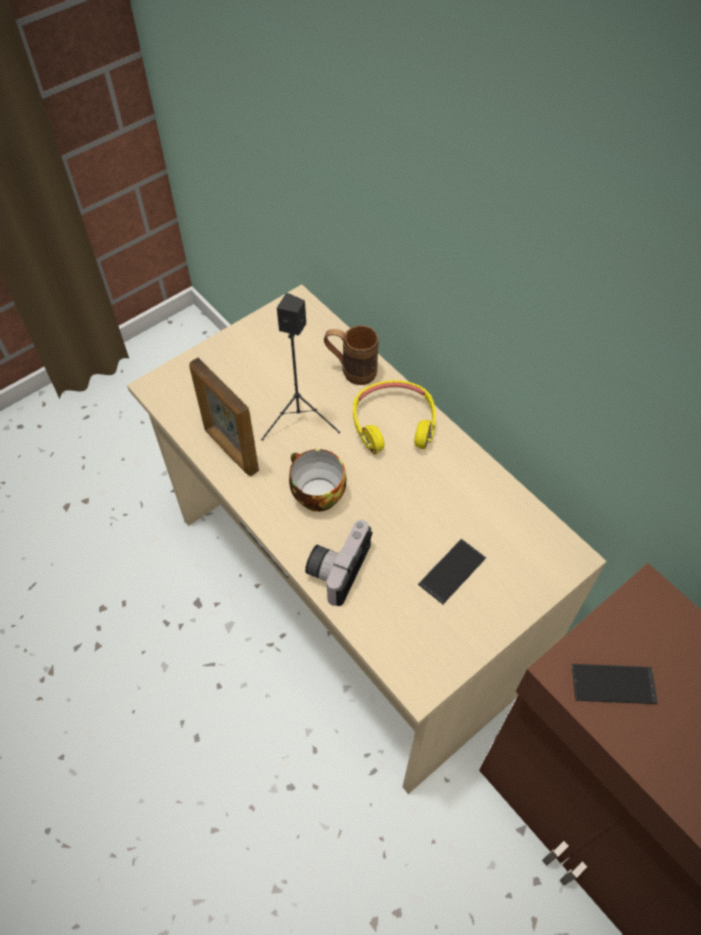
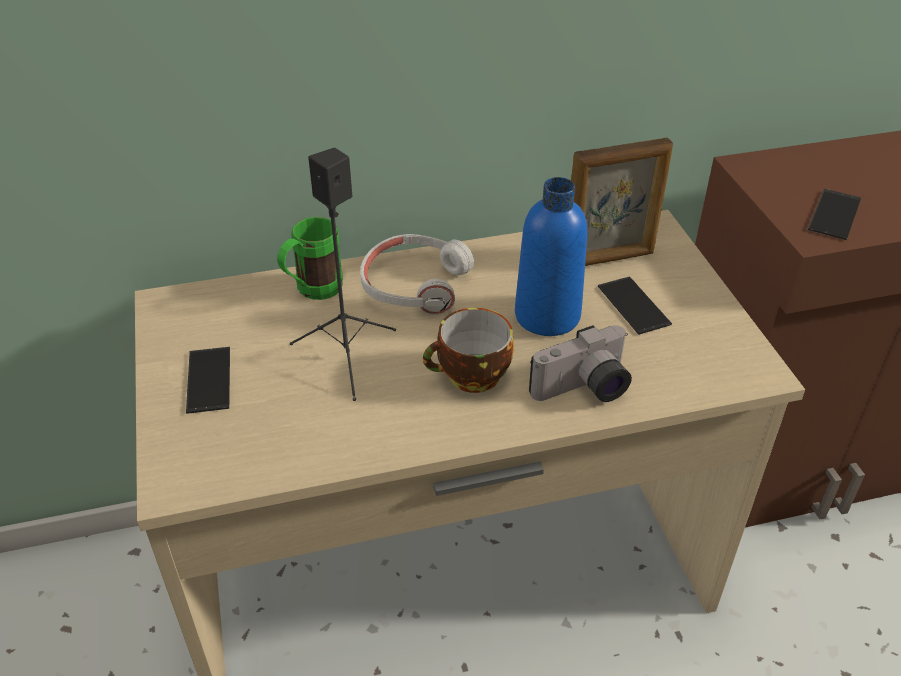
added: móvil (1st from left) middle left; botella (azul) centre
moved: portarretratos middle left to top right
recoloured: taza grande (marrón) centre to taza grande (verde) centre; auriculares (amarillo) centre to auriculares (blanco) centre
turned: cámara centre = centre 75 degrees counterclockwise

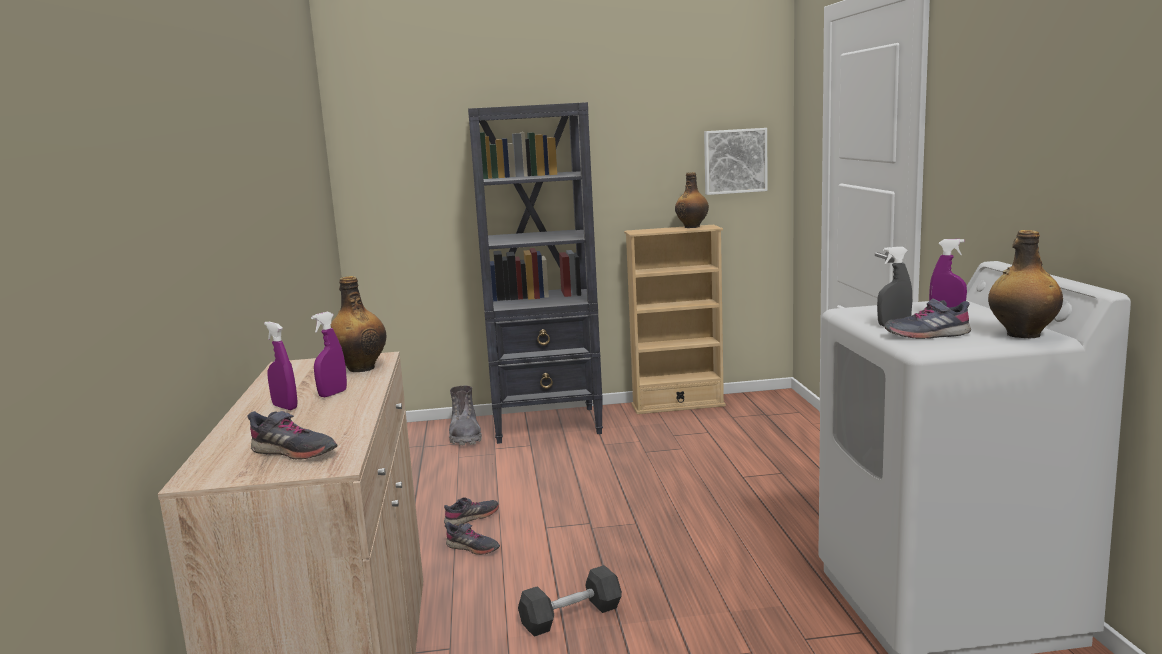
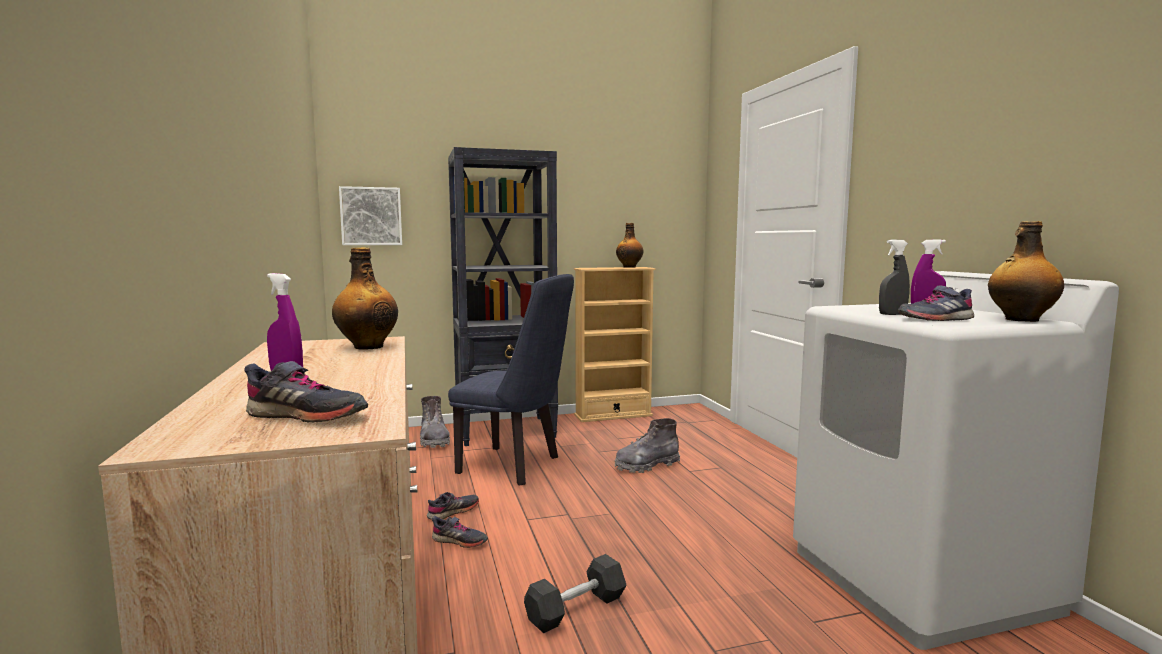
removed: pulverizador (morado) (2nd from left) middle left
added: silla (azul) centre; bota (gris) (2nd from left) bottom centre
moved: cuadro top centre to top left

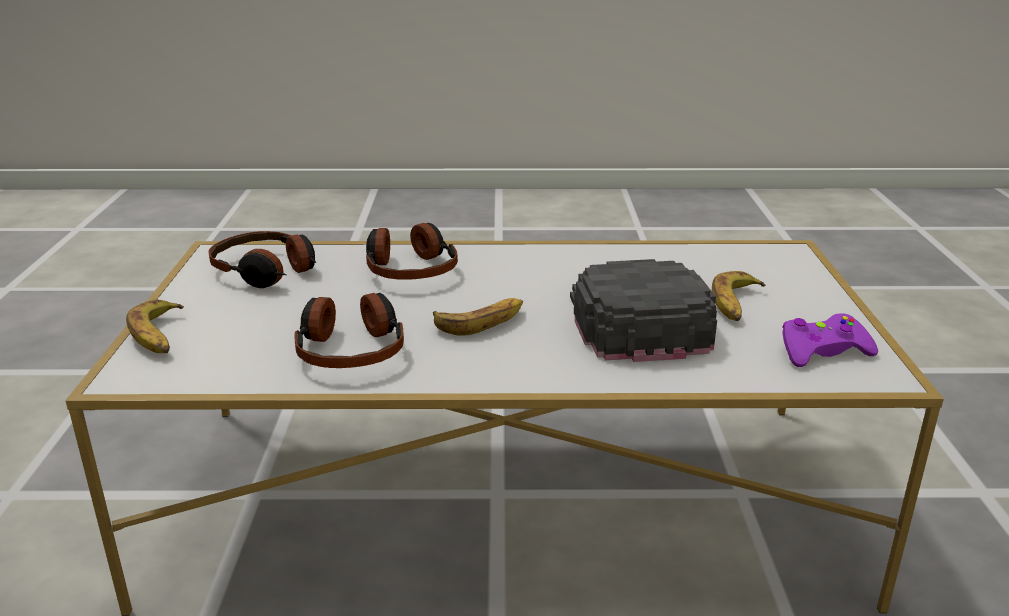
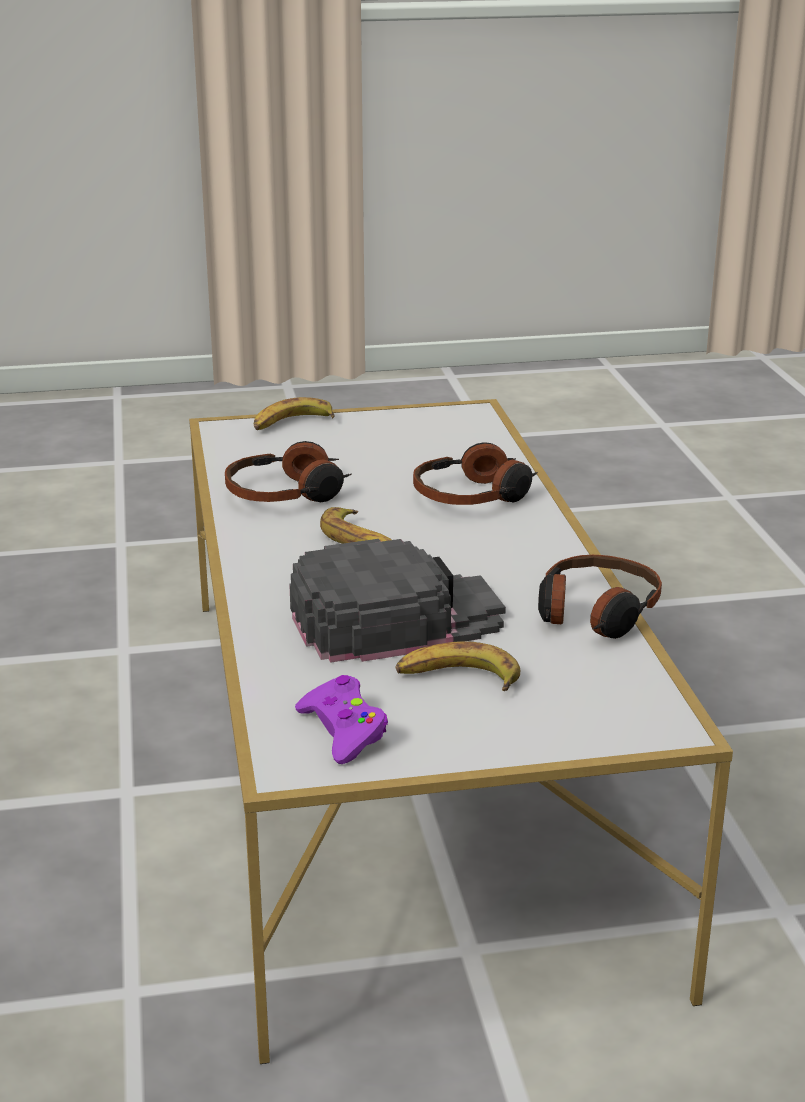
moved: auriculares (1st from left in the first image) middle left to auriculares (3rd from left) middle right

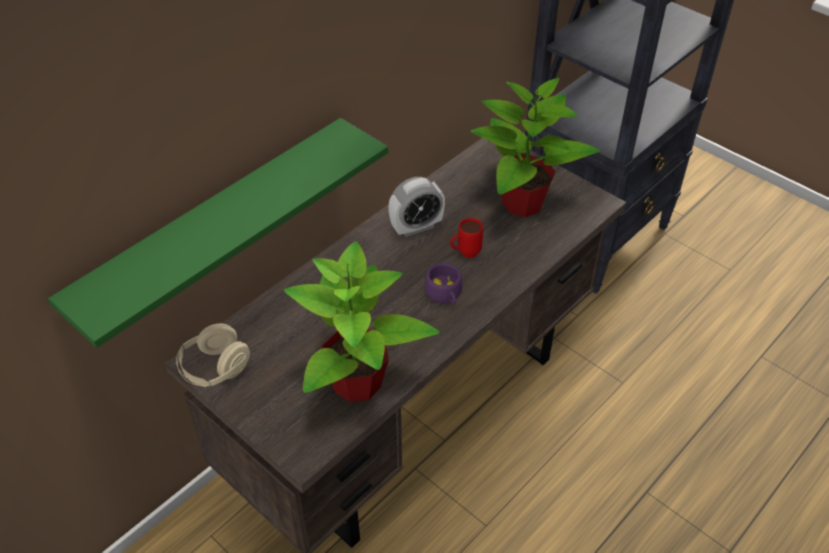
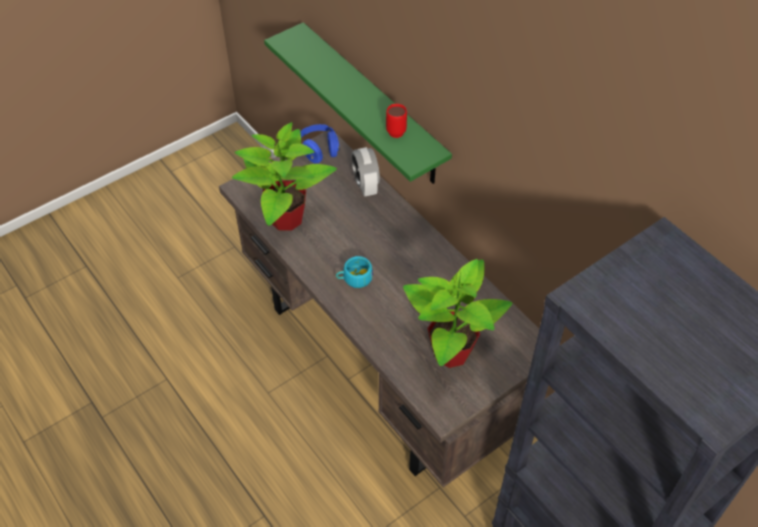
moved: despertador centre to top centre; taza grande (rojo) centre to top centre
recoloured: auriculares (beis) middle left to auriculares (azul) top centre; taza (morado) centre to taza (turquesa) centre

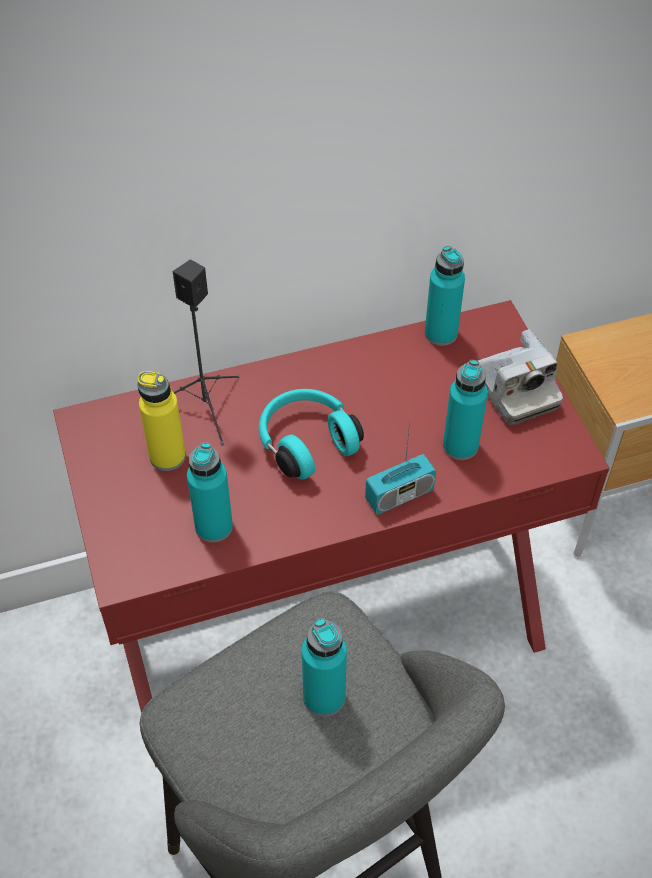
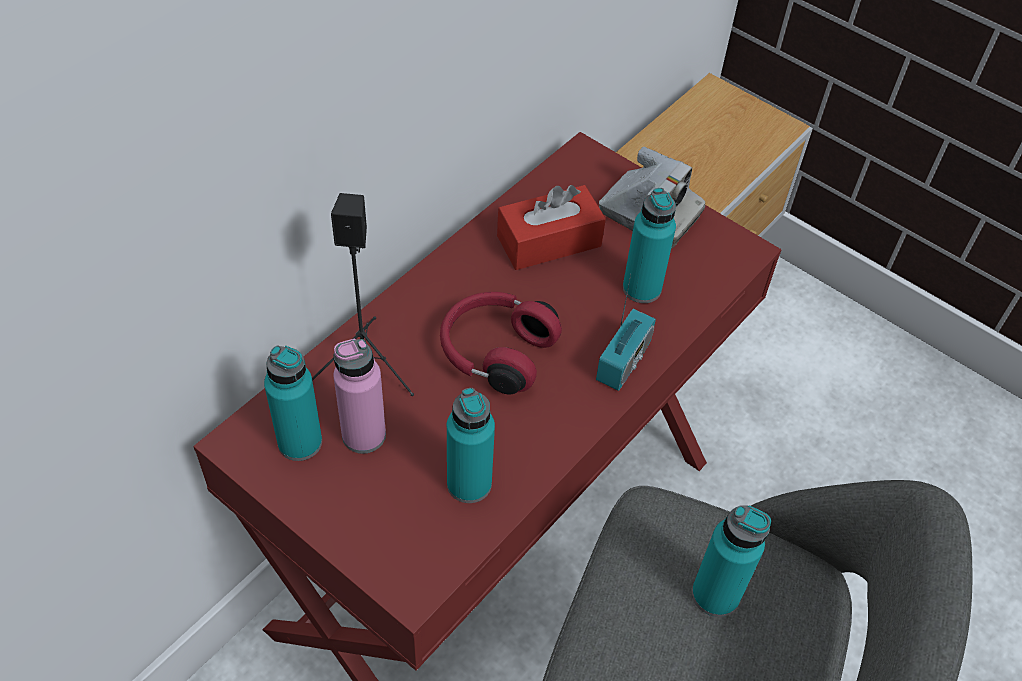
added: caja de pañuelos (rojo) centre
moved: botella (turquesa) (3rd from left in the first image) middle right to botella (turquesa) (1st from left) middle left
recoloured: botella (amarillo) middle left to botella (rosa) centre; auriculares (turquesa) centre to auriculares (rojo) centre

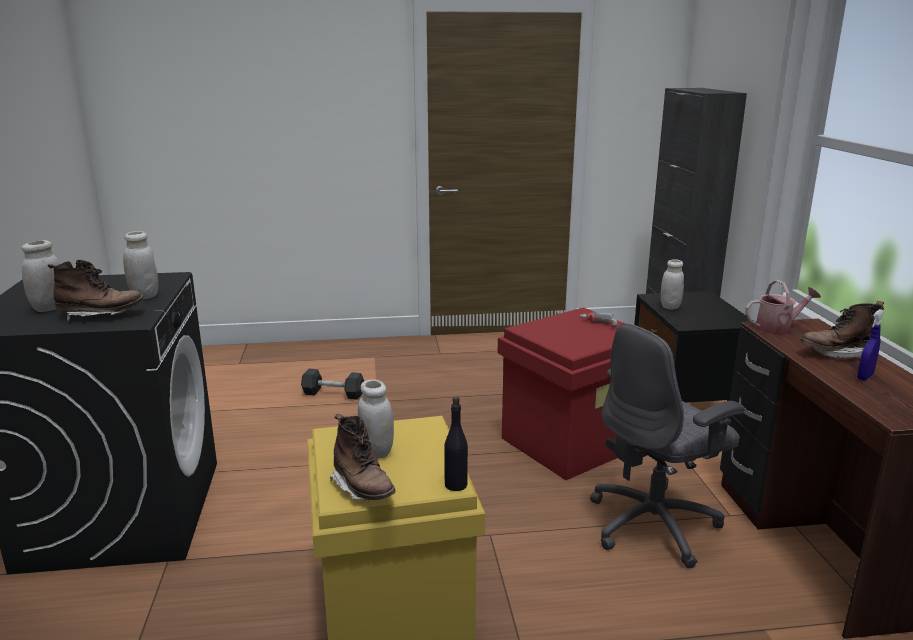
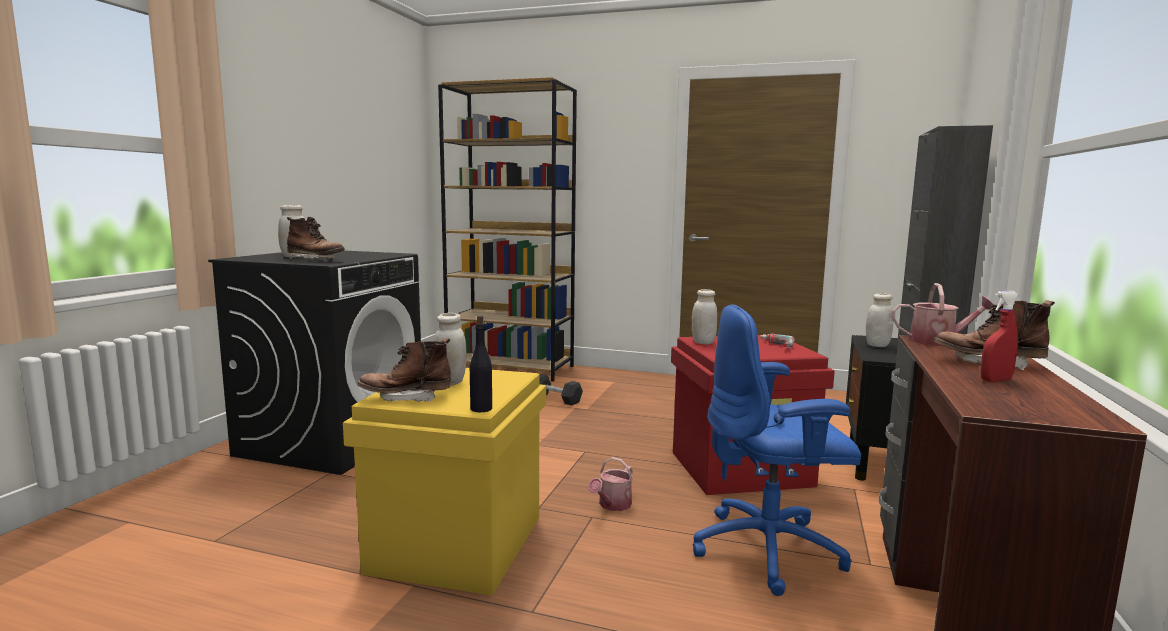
added: estantería (marrón) centre; regadera (1st from left) bottom centre
moved: tarro (blanco) (2nd from left in the first image) middle left to tarro (blanco) (3rd from left) centre
recoloured: silla de oficina (gris) bottom right to silla de oficina (azul) bottom centre; pulverizador (azul) middle right to pulverizador (rojo) middle right
turned: bota (marrón) (2nd from left) bottom centre = centre 90 degrees clockwise

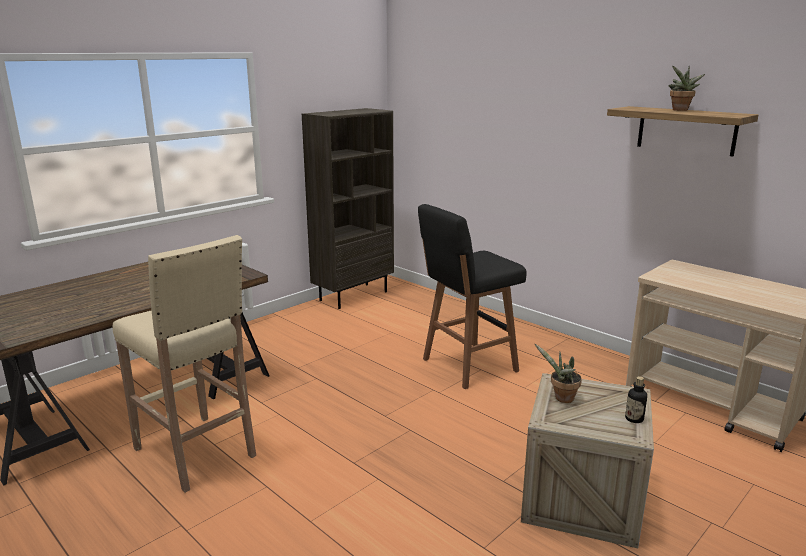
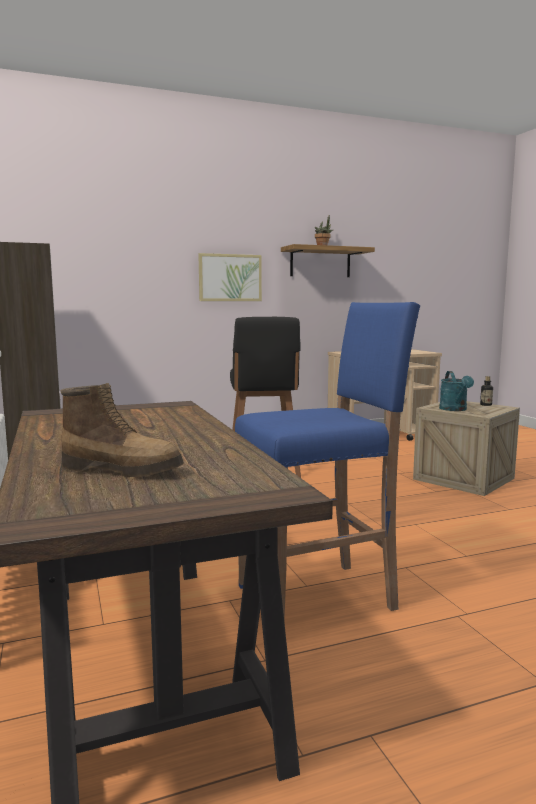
added: bota middle left; cuadro centre
replaced: planta en maceta (1st from left) bottom right to regadera (turquesa) middle right
recoloured: taburete (beis) middle left to taburete (azul) centre

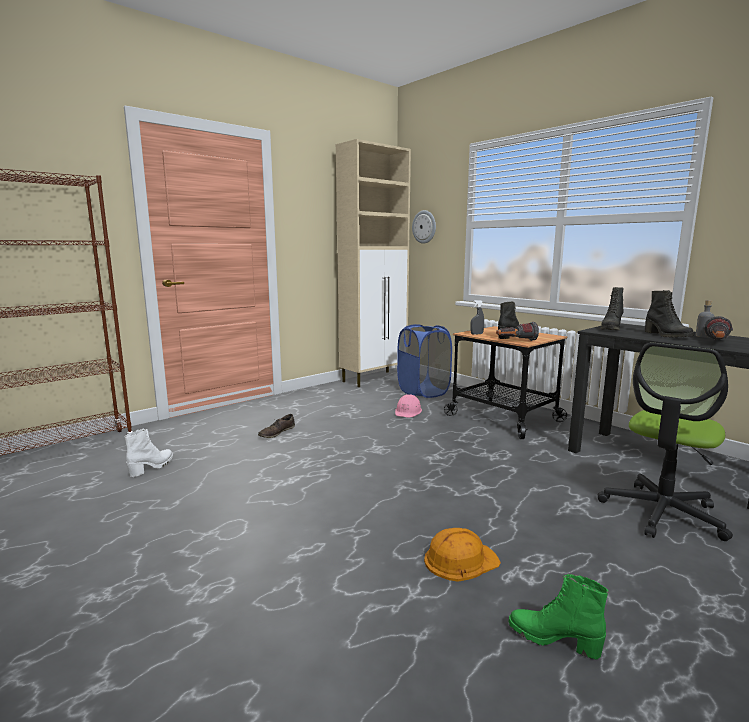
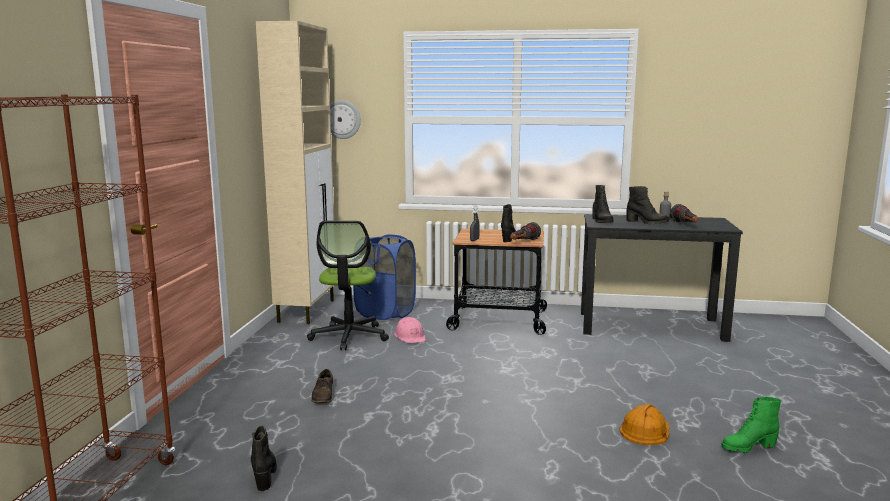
moved: silla de oficina middle right to centre
recoloured: bota (blanco) middle left to bota (negro) (1st from left) bottom left

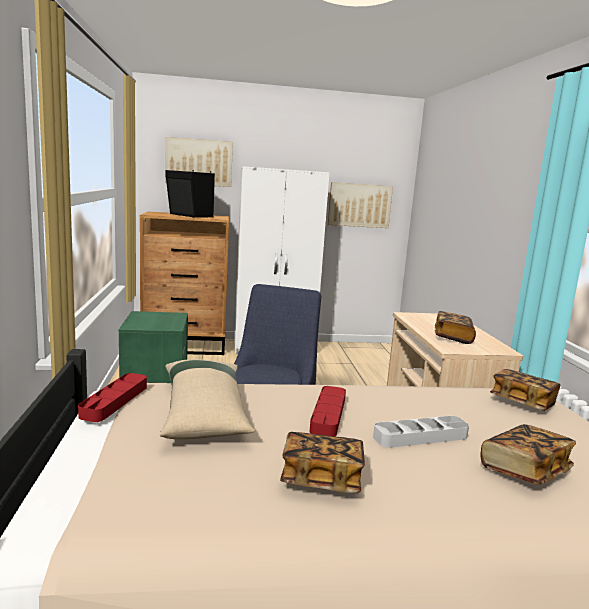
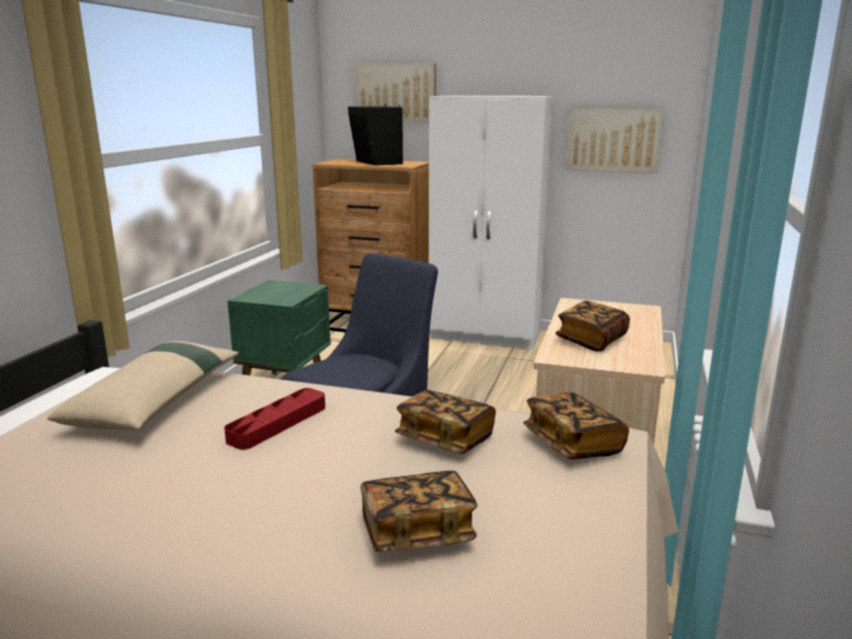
removed: bandeja (rojo) (1st from left) middle left; bandeja (gris) bottom right
moved: libro (1st from left in the first image) bottom centre to libro (2nd from left) centre

